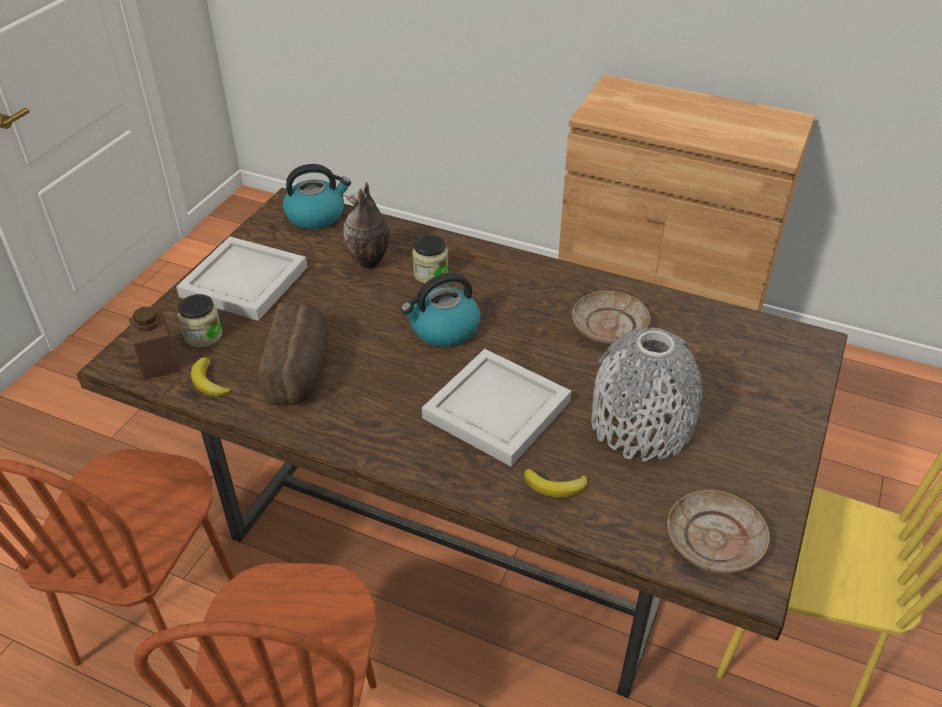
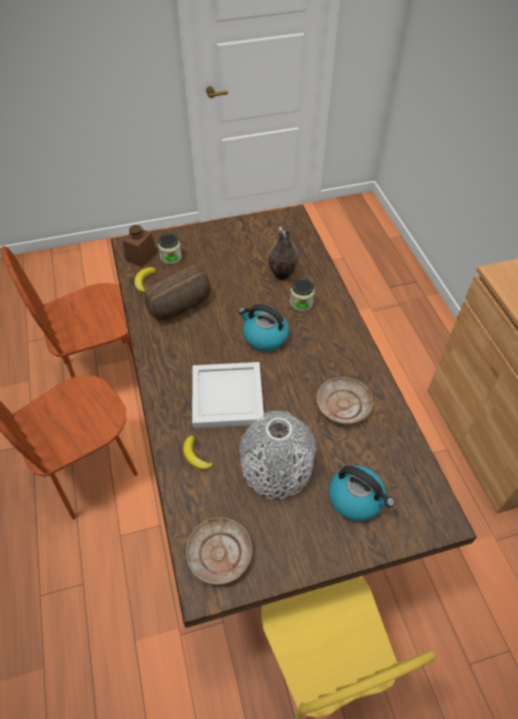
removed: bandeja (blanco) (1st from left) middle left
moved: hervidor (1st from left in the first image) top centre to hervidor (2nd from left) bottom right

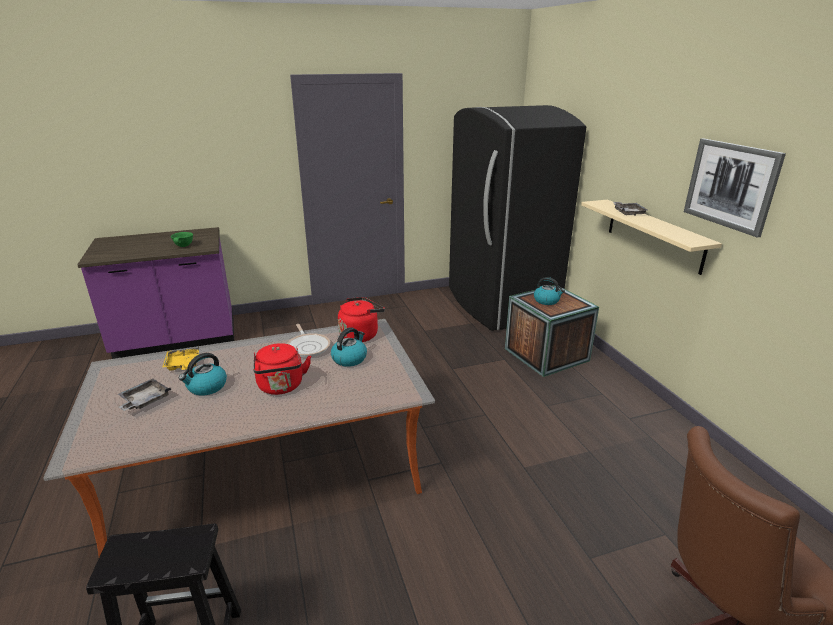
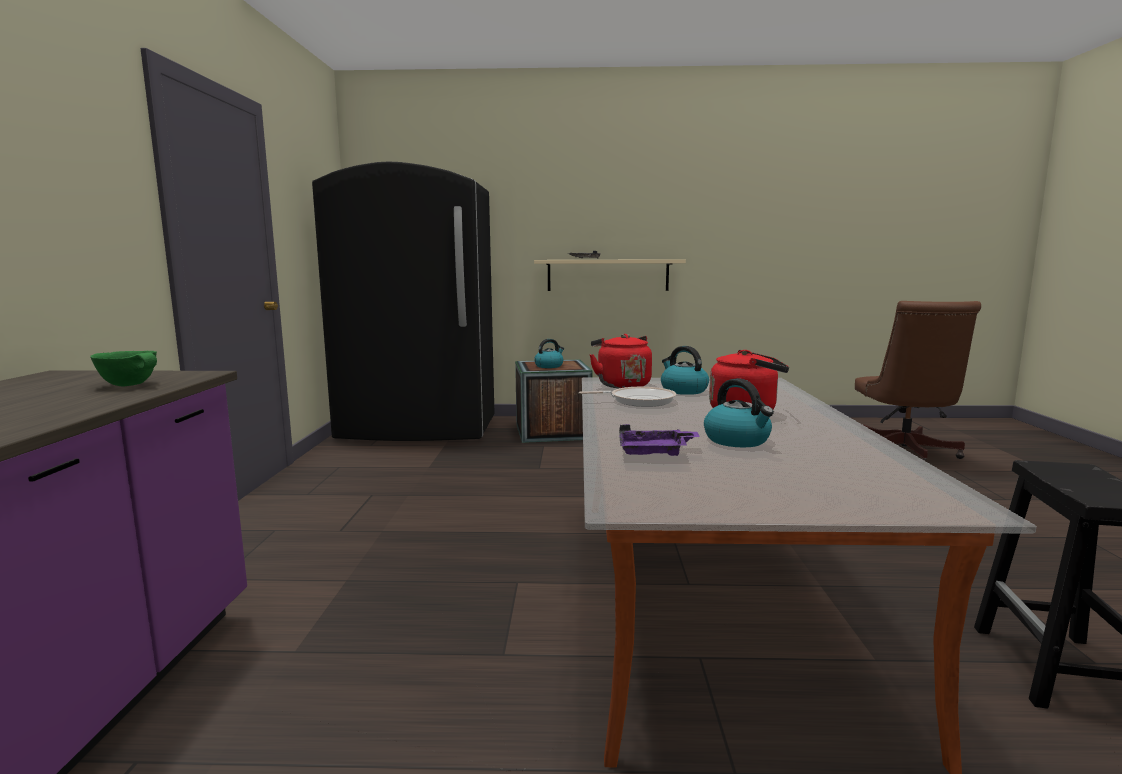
removed: bandeja (gris) (1st from left) middle left; cuadro top right
recoloured: bandeja (amarillo) middle left to bandeja (morado) centre

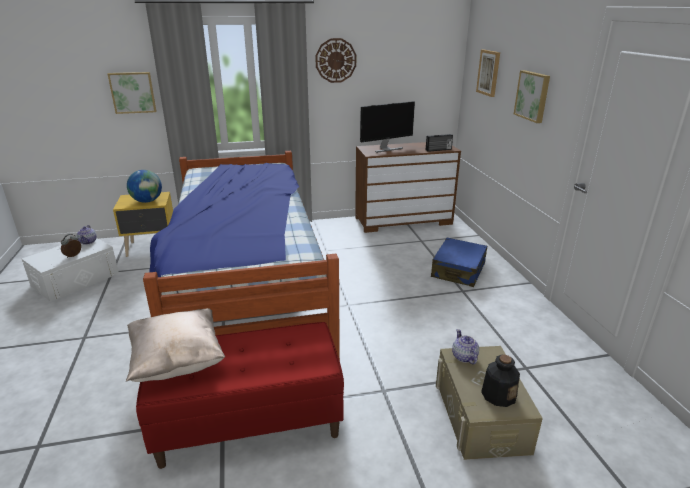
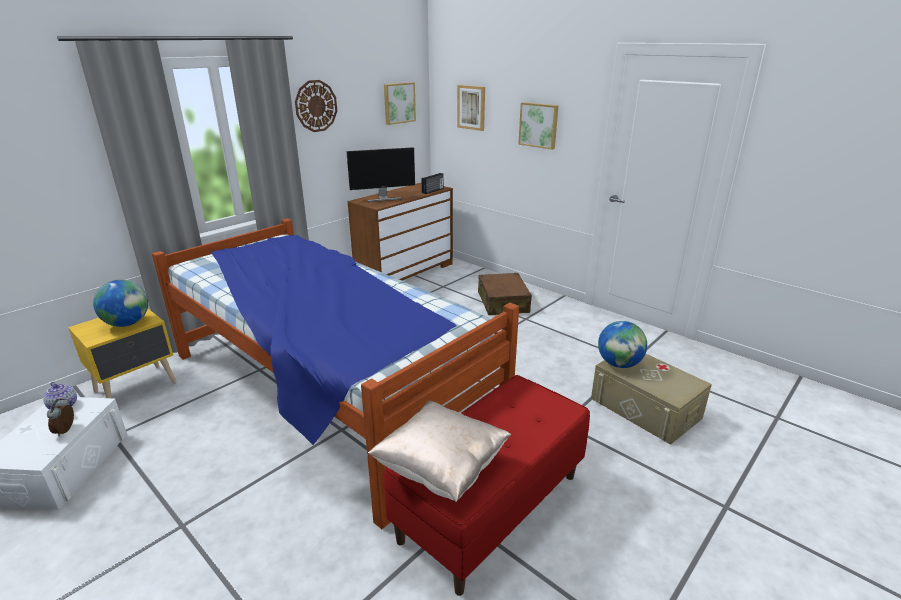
removed: botella bottom right
moved: cuadro (1st from left) top left to top centre
replaced: tetera (2nd from left) bottom right to globo terráqueo (2nd from left) middle right
recoloured: maleta (azul) centre to maleta (marrón) centre
turned: monitor top centre = top centre 45 degrees clockwise

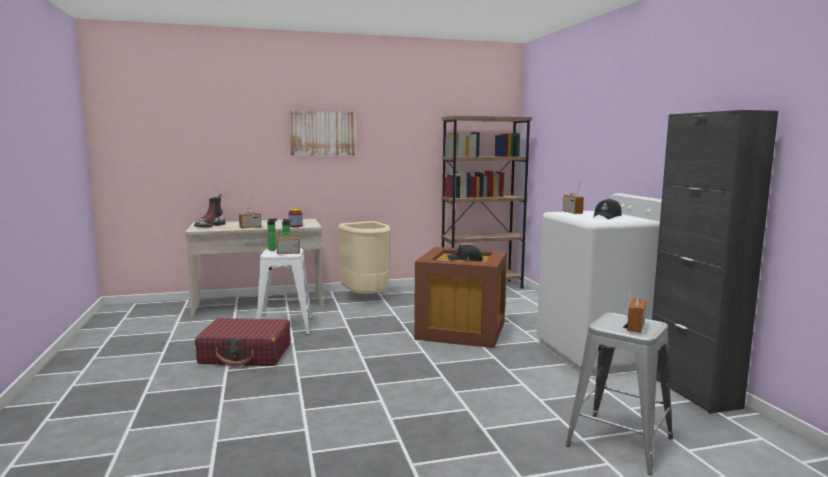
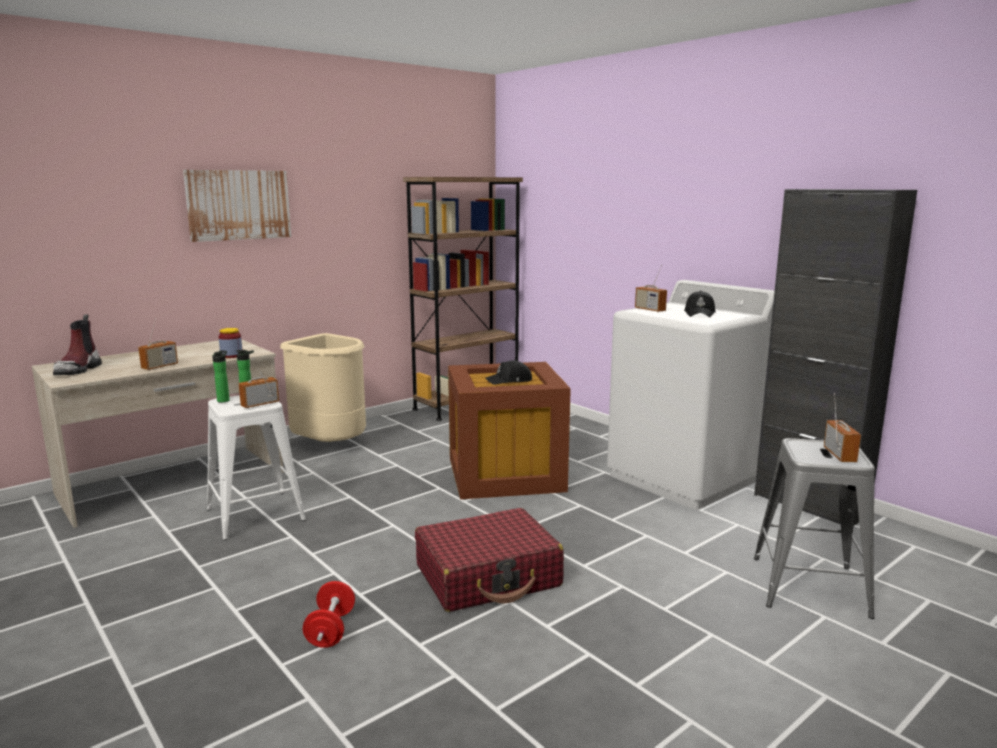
added: mancuerna (rojo) bottom left
moved: maleta (rojo) bottom left to bottom centre

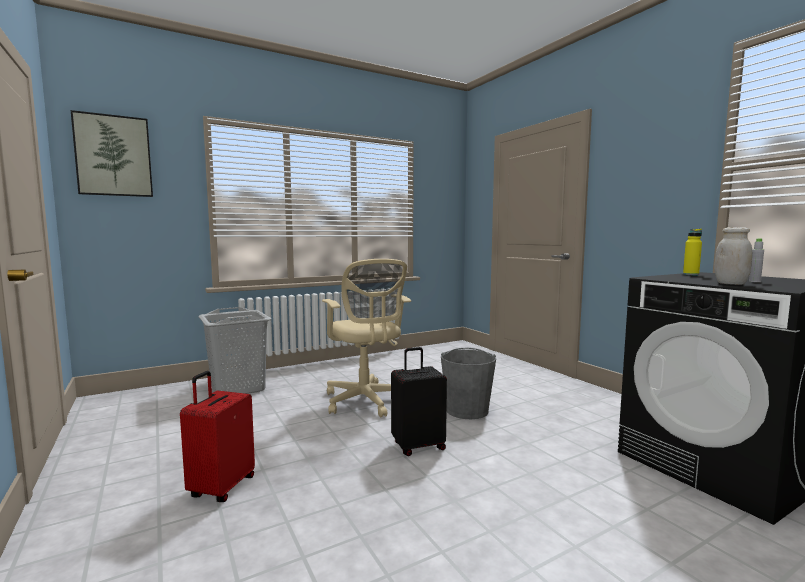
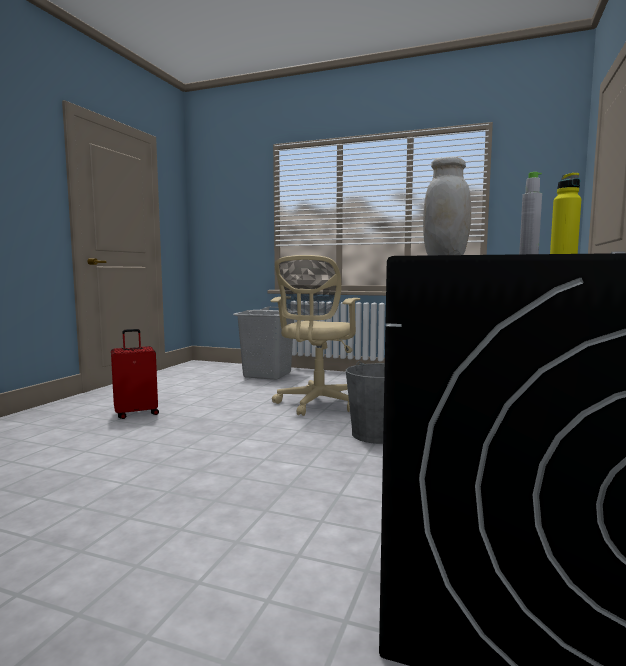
removed: cuadro top left; maleta (negro) bottom centre

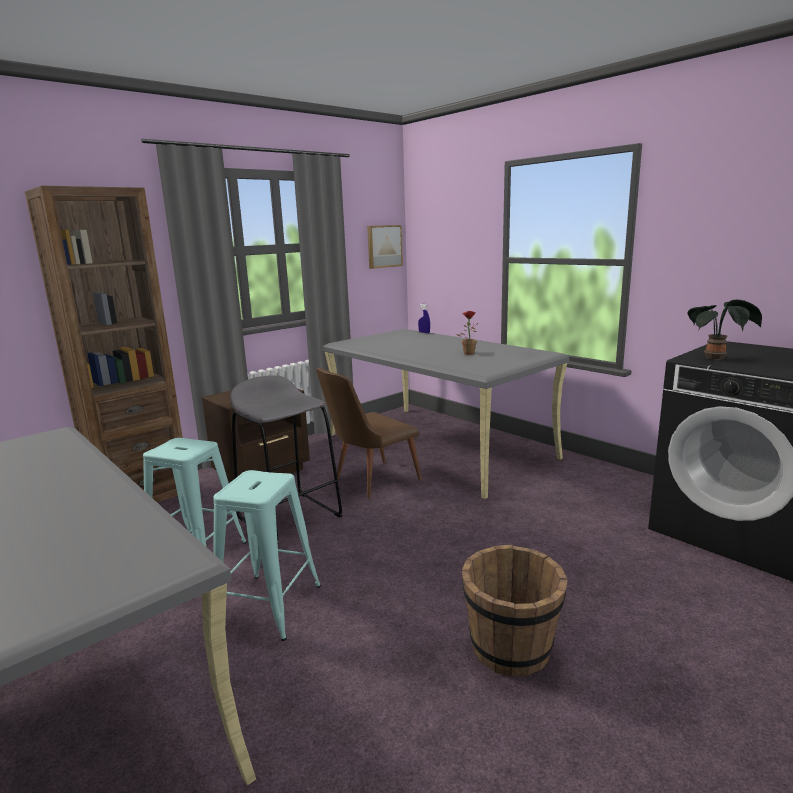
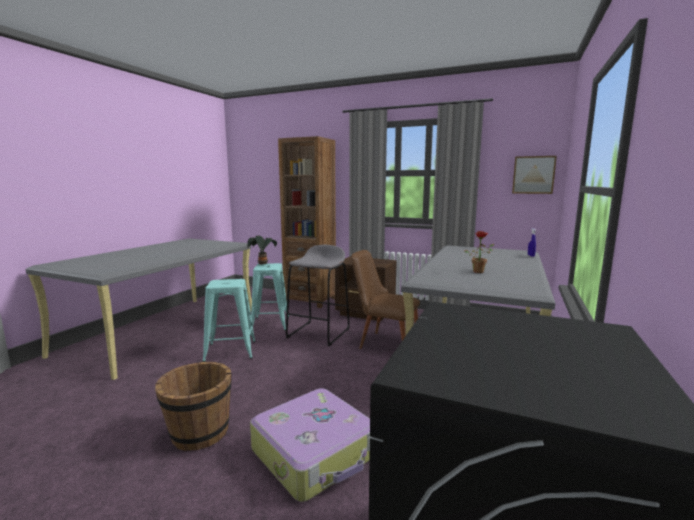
added: maleta bottom centre
moved: planta en maceta (2nd from left in the first image) middle right to planta en maceta (1st from left) centre

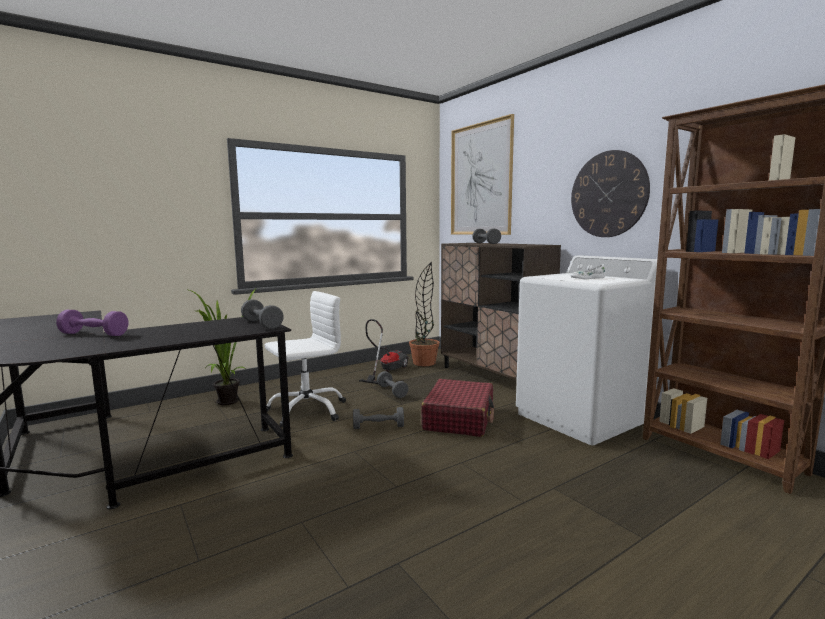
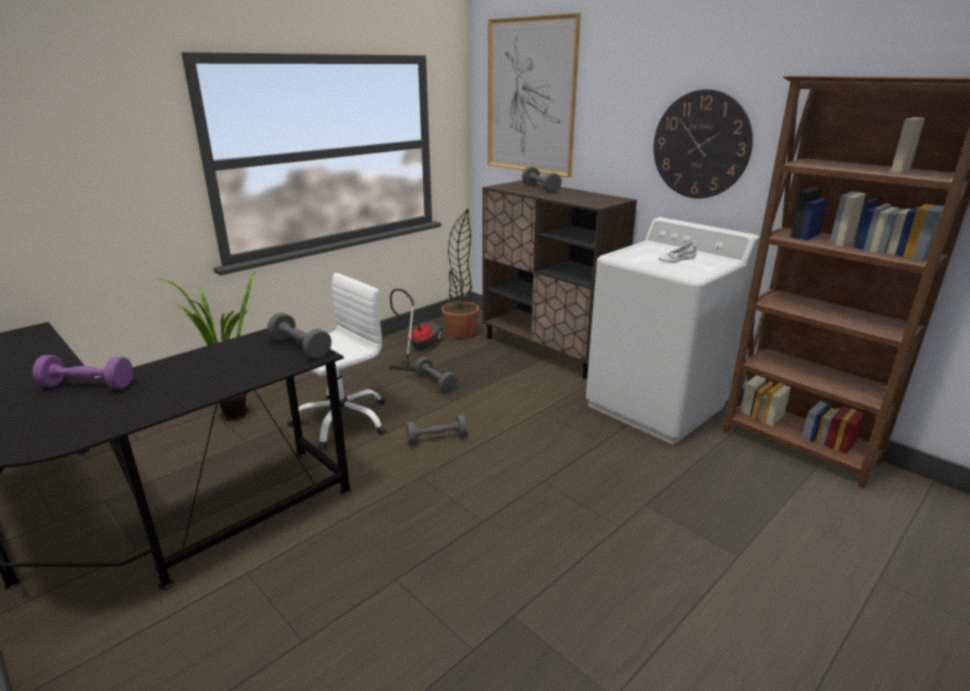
removed: maleta (rojo) centre

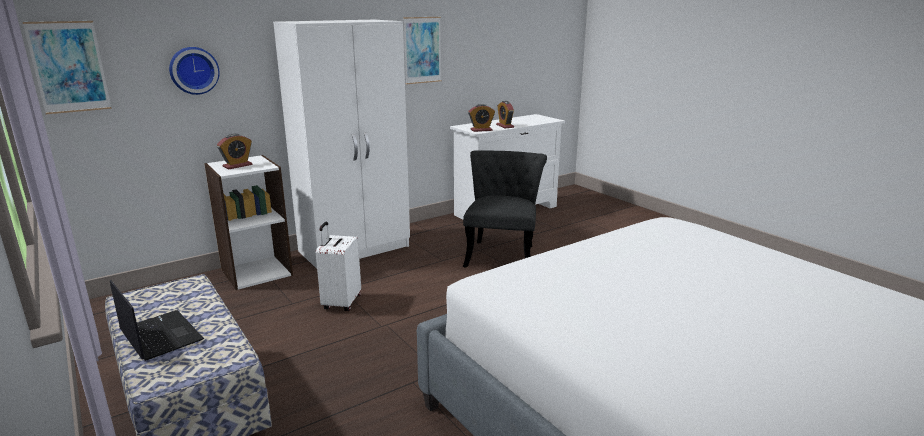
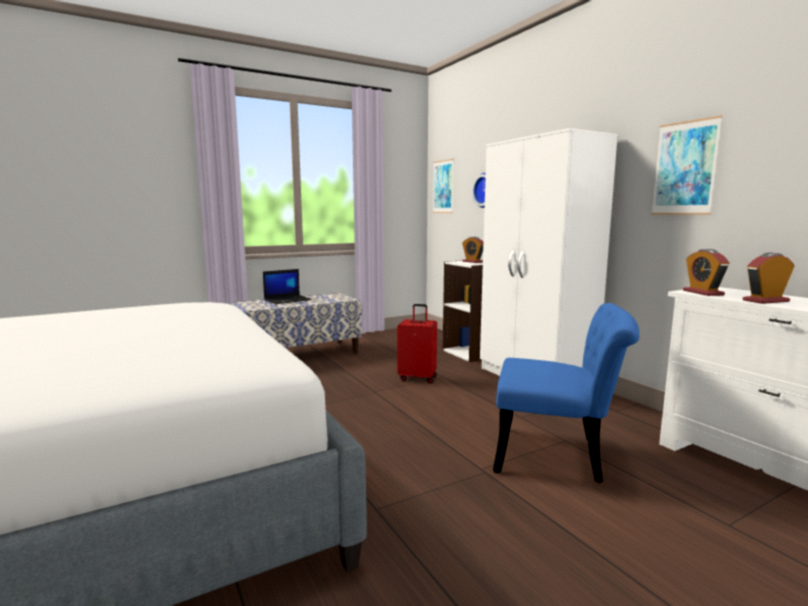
recoloured: maleta (blanco) centre to maleta (rojo) centre; silla (negro) centre to silla (azul) middle right

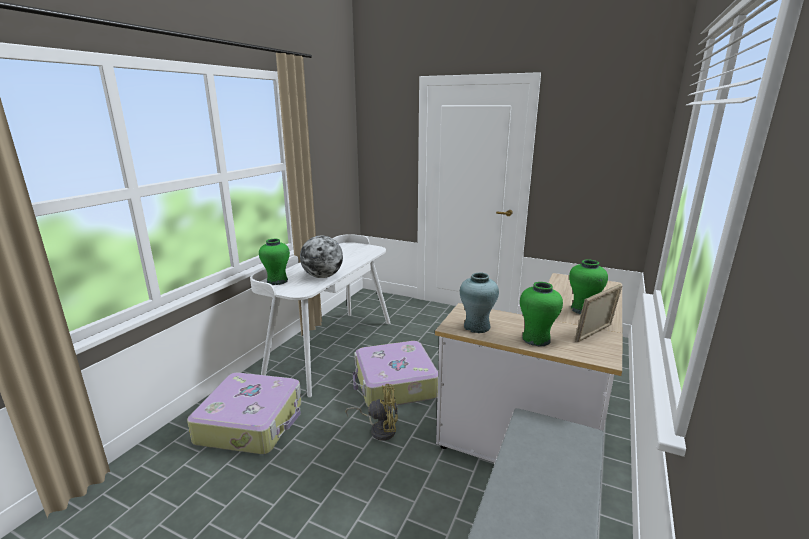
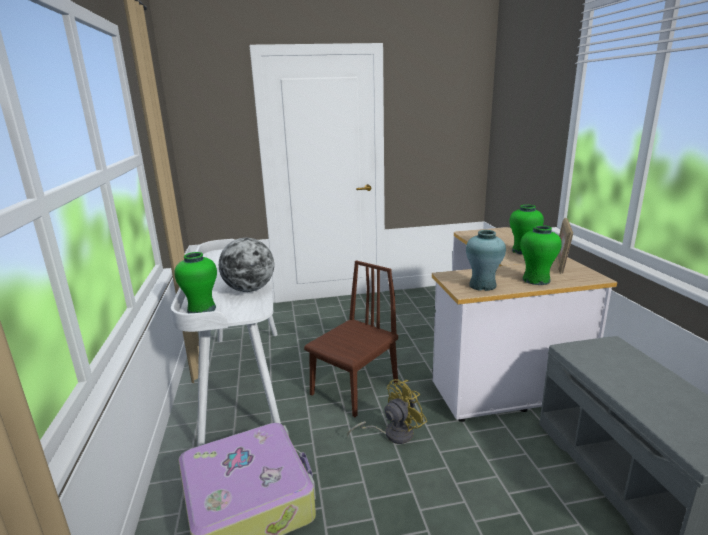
replaced: maleta (2nd from left) bottom centre to silla (marrón) centre

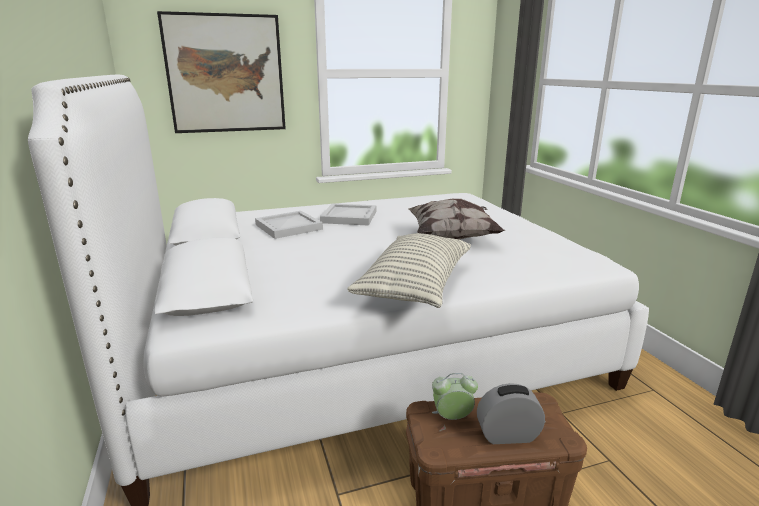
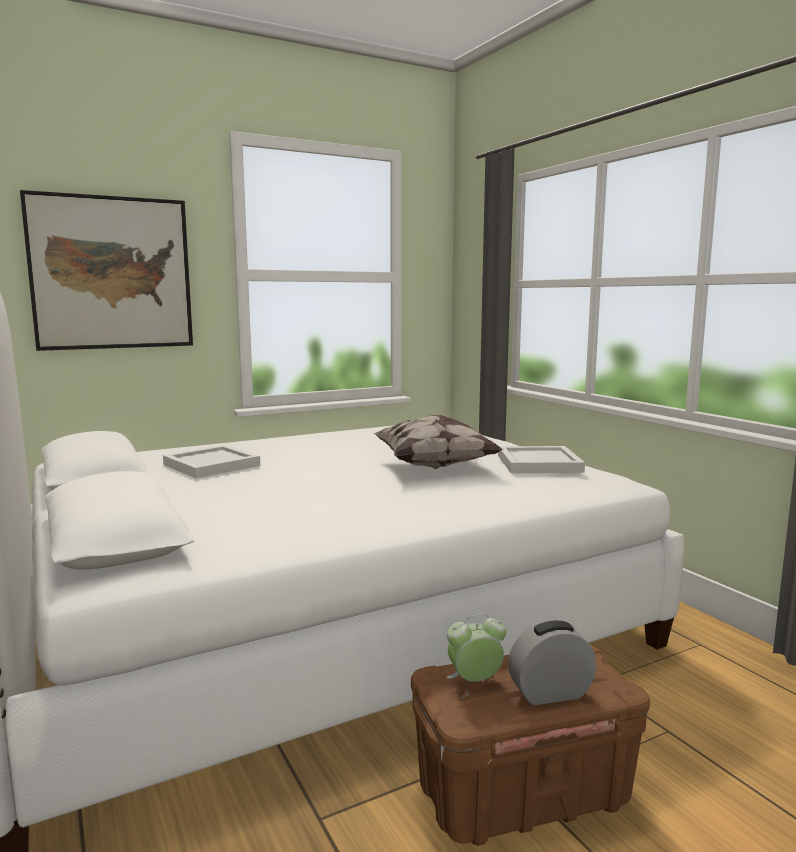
removed: cojín (1st from left) centre
moved: bandeja (blanco) (2nd from left) centre to middle right

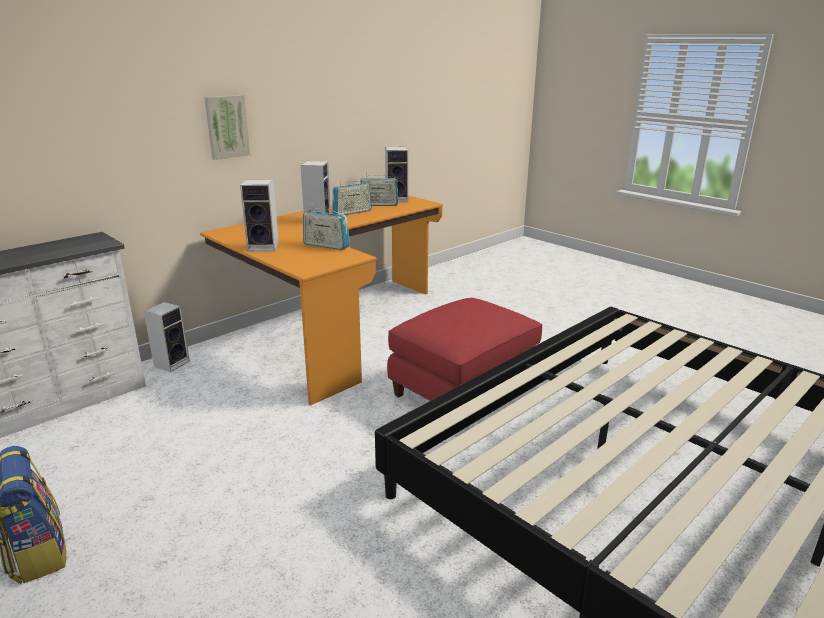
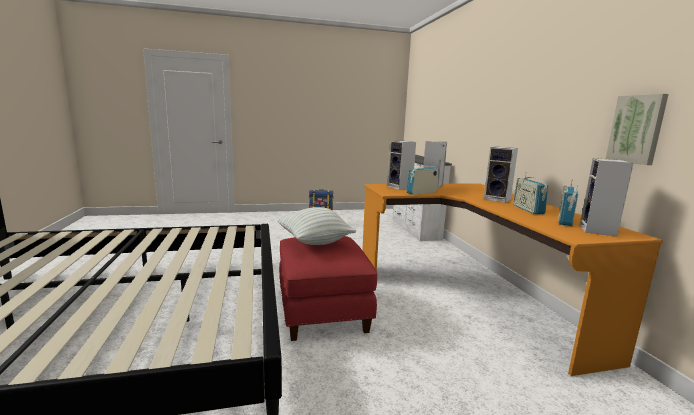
added: cojín centre
moved: altavoz (1st from left) middle left to centre; cuadro top left to top right

